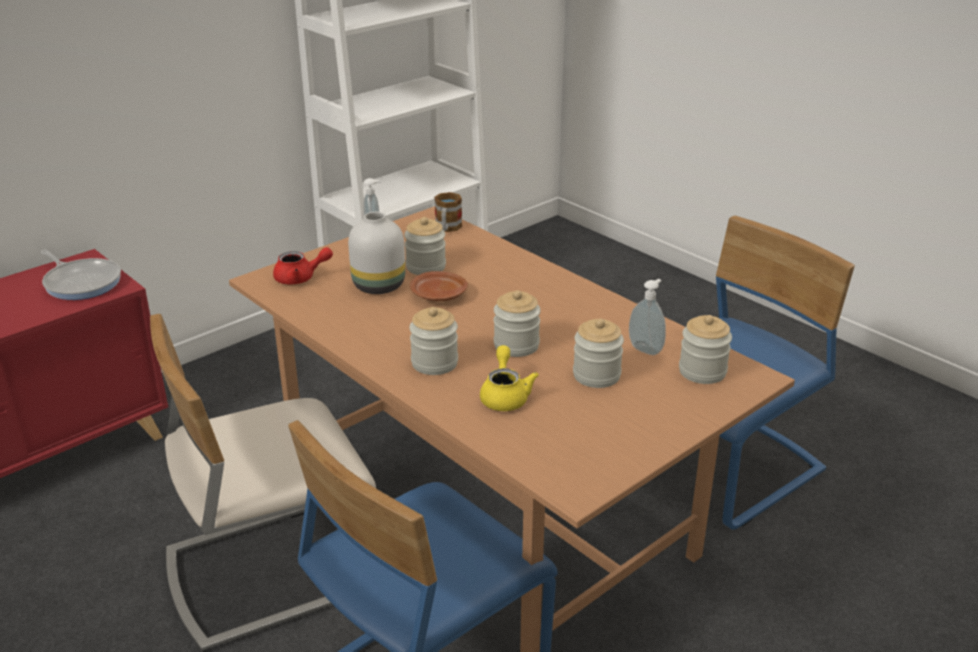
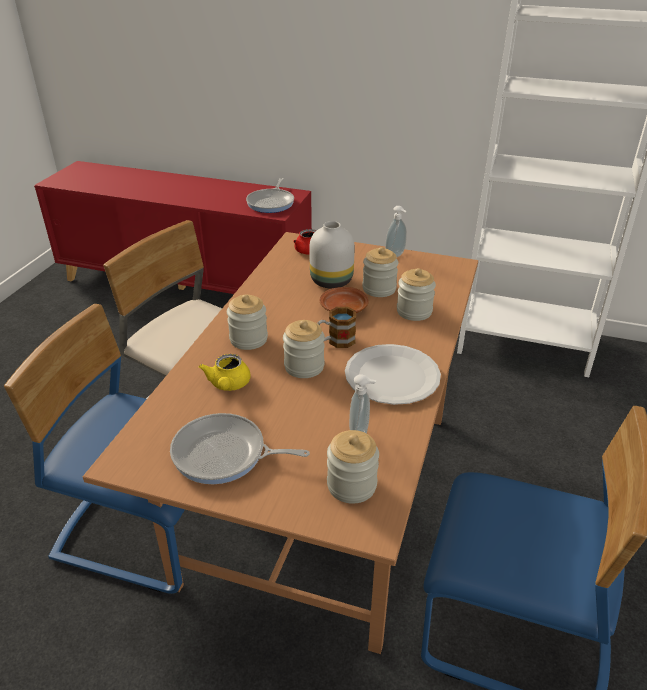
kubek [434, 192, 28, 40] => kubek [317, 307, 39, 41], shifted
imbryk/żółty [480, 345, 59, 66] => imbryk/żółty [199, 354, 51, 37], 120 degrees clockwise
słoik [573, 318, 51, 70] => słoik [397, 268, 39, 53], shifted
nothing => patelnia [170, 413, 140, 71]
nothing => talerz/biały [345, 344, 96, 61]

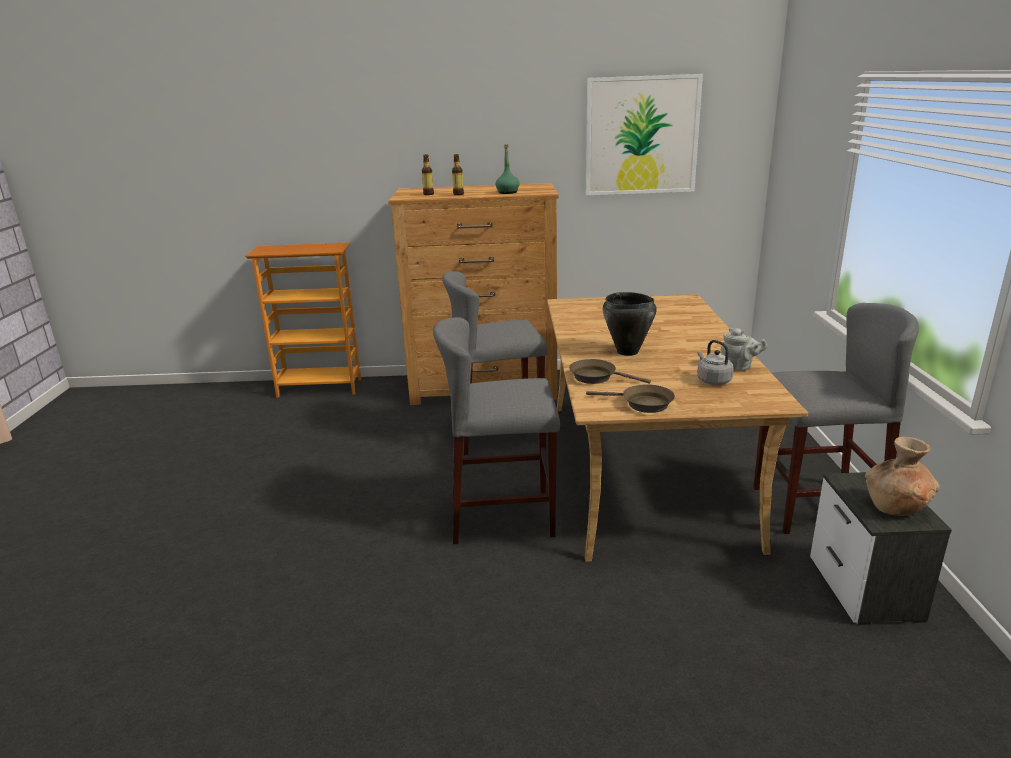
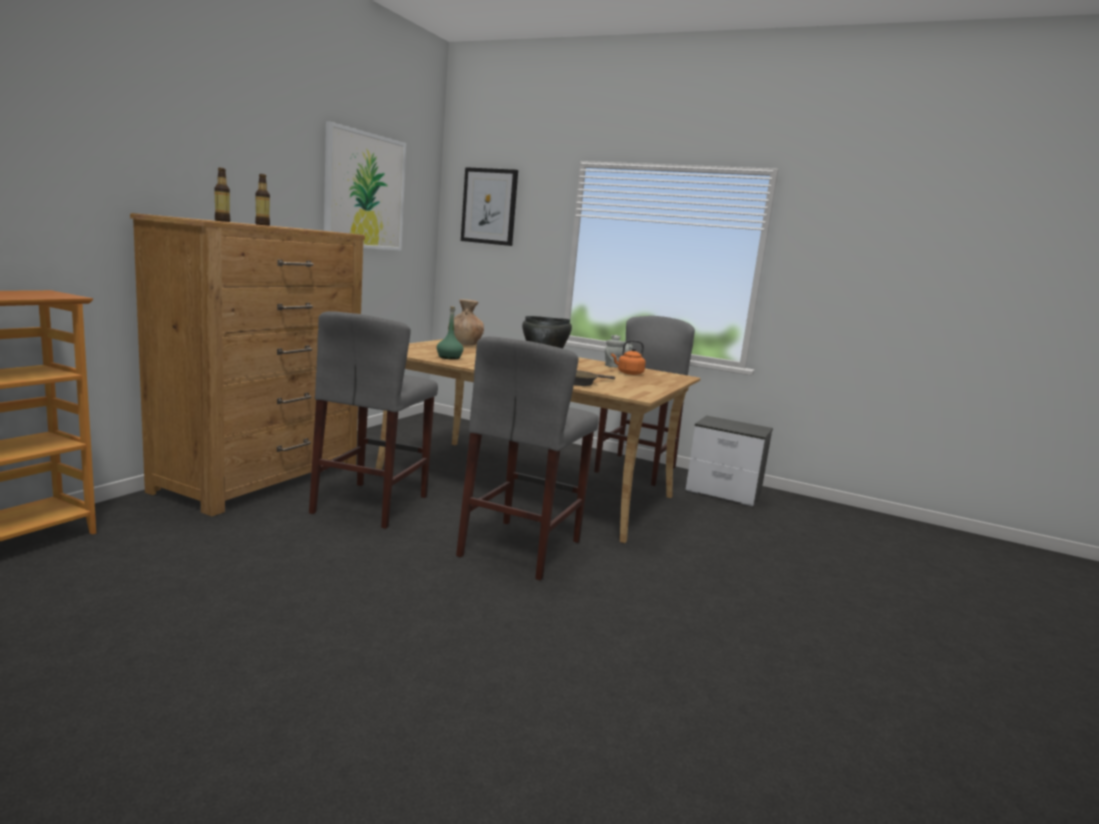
butelka/zielony [495, 144, 25, 50] => butelka/zielony [436, 306, 28, 54], shifted
patelnia/brązowy [586, 385, 89, 28] => nothing
czajnik/szary [697, 340, 37, 45] => czajnik/pomarańczowy [611, 340, 35, 35]
wazon/brązowy [865, 437, 75, 79] => wazon/brązowy [448, 299, 36, 46], shifted
nothing => obraz [461, 167, 57, 79]

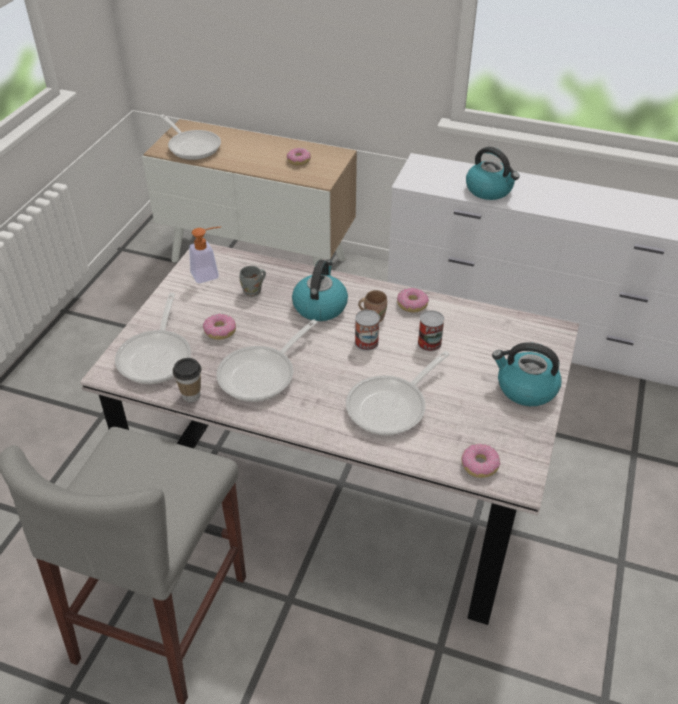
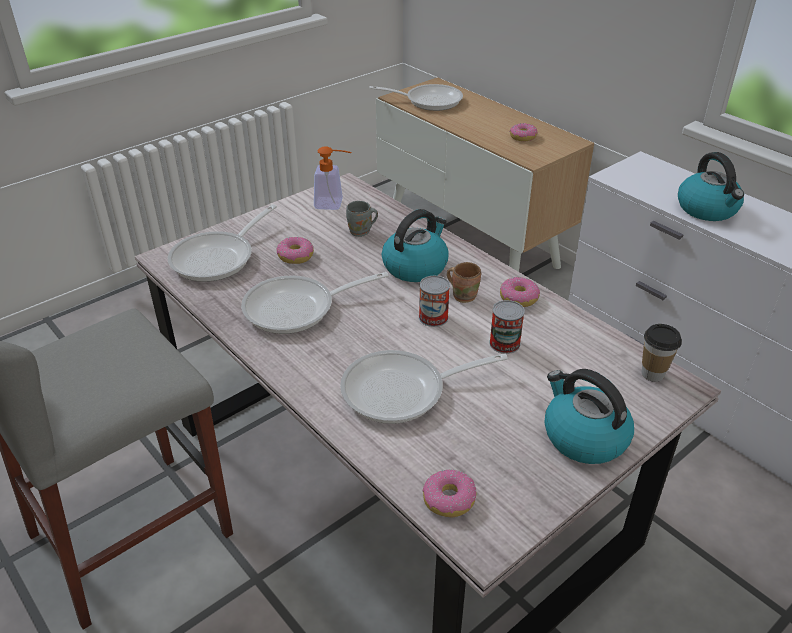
patelnia [160, 115, 61, 45] => patelnia [369, 84, 94, 27], 75 degrees counterclockwise
filiżanka [173, 358, 28, 44] => filiżanka [641, 324, 41, 58], shifted

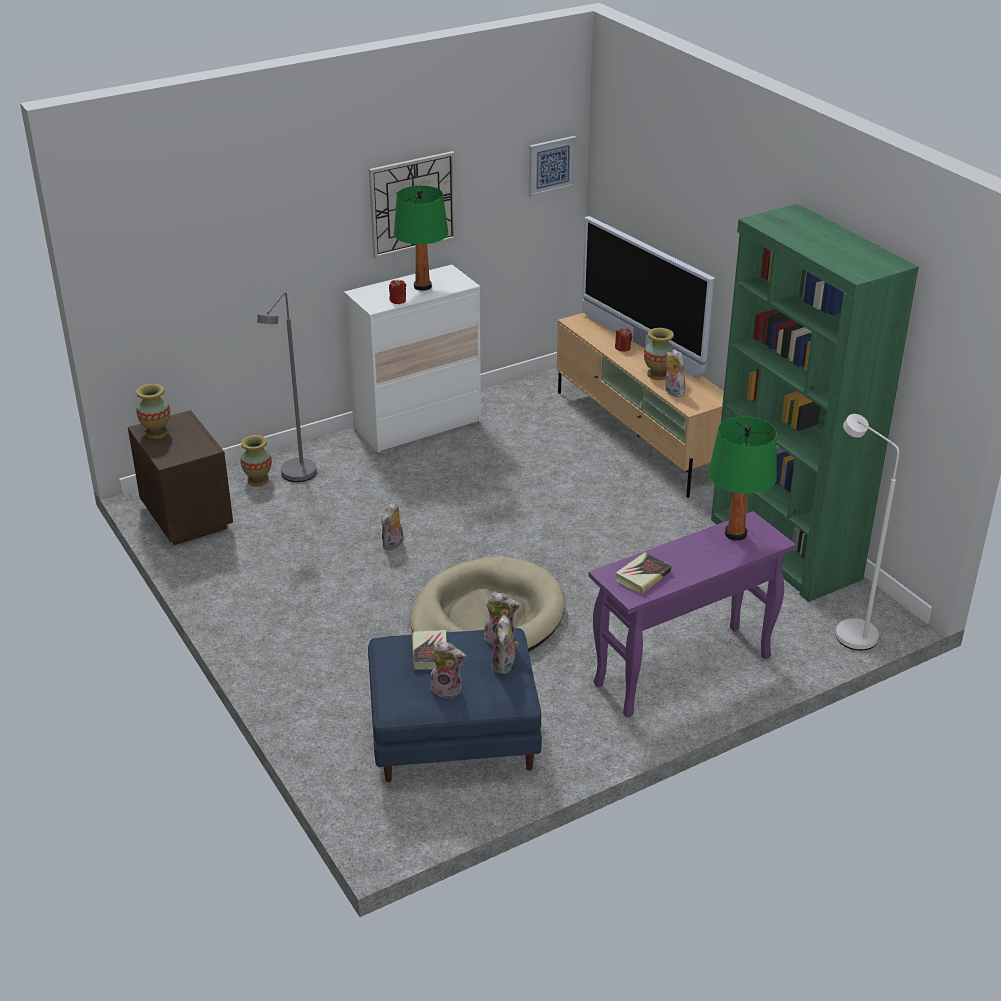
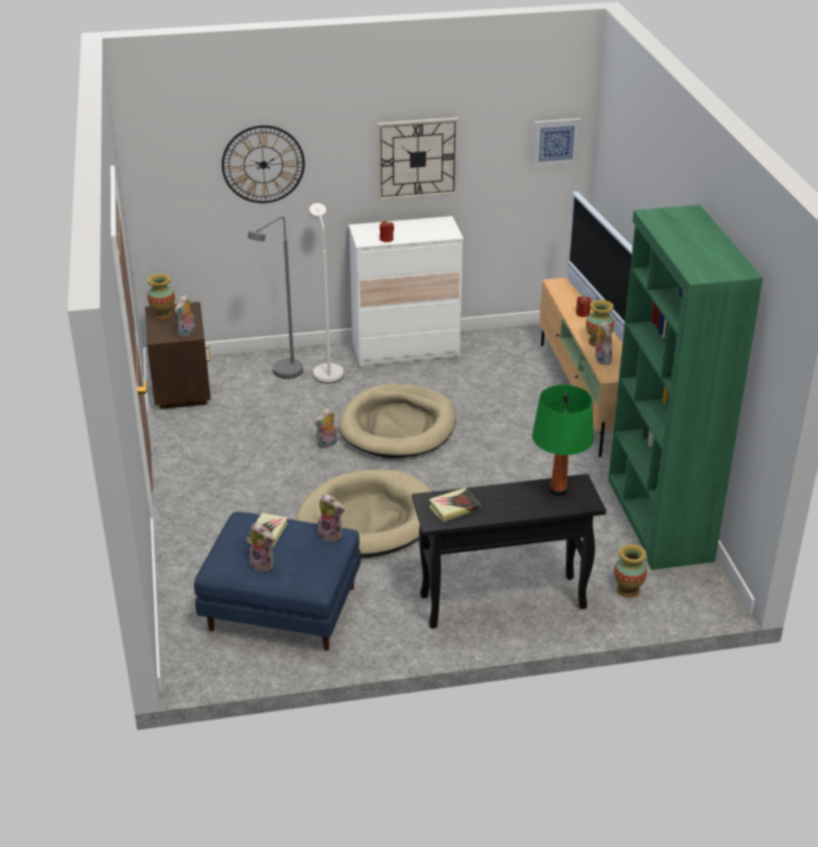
wazon [240, 435, 32, 52] => wazon [614, 544, 33, 54], shifted
lampa stołowa/zielony [394, 186, 54, 105] => nothing
pluszak [491, 615, 28, 59] => pluszak [175, 294, 20, 43], shifted
stolik konsolowy/fioletowy [588, 511, 208, 207] => stolik konsolowy/czarny [412, 474, 194, 155]
lampa stojąca/biały [836, 414, 63, 236] => lampa stojąca/biały [309, 203, 35, 180], shifted
nothing => zegar ścienny [222, 125, 83, 78]
nothing => legowisko/beżowy [339, 384, 117, 74]

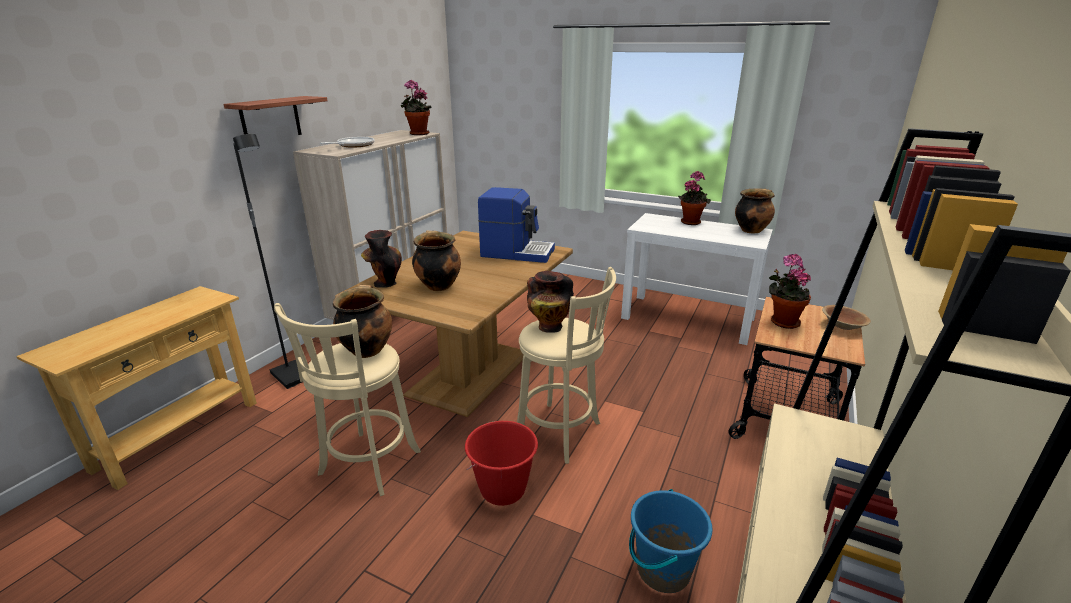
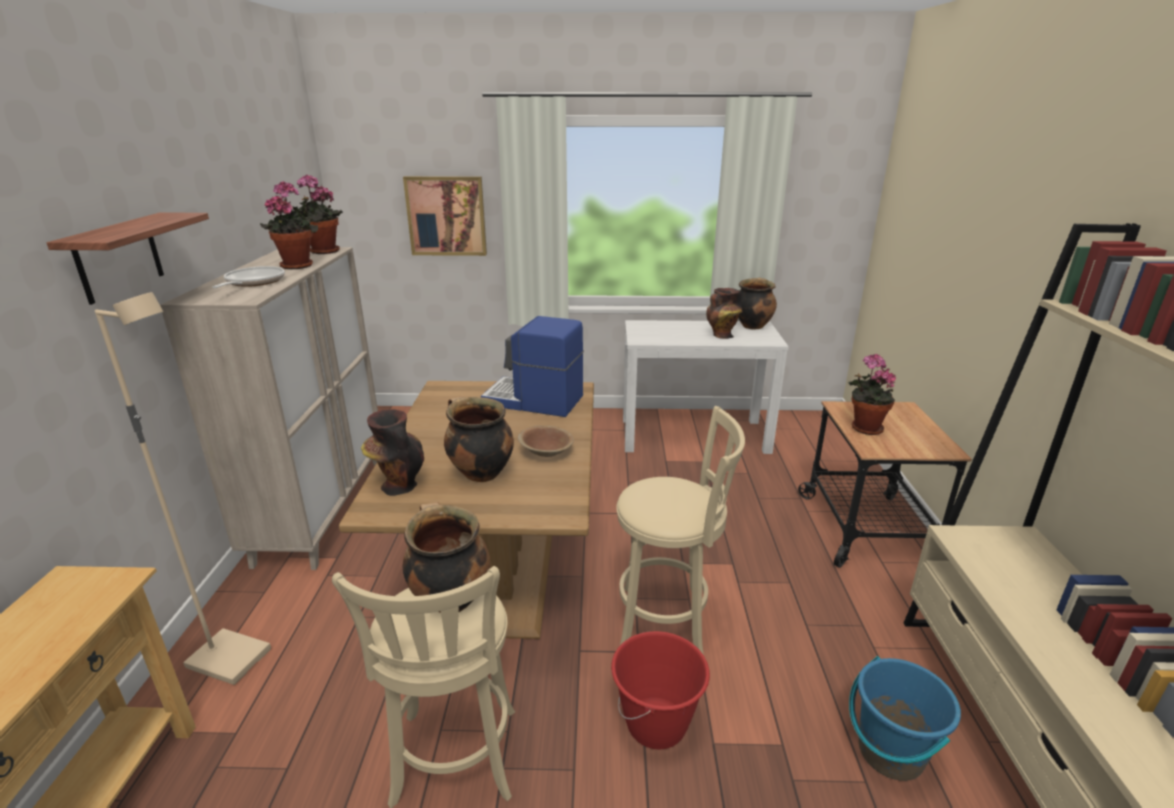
lampa stojąca/czarny [233, 134, 69, 255] => lampa stojąca/beżowy [95, 292, 176, 393]
ekspres do kawy [478, 187, 77, 76] => ekspres do kawy [481, 316, 102, 101], 150 degrees counterclockwise
wazon [527, 271, 47, 62] => wazon [706, 288, 37, 51], shifted
roślina doniczkowa [678, 171, 33, 54] => roślina doniczkowa [260, 181, 58, 88], shifted
miska/brązowy [822, 305, 49, 25] => miska/brązowy [518, 425, 56, 32], shifted
nothing => obraz [403, 176, 84, 80]

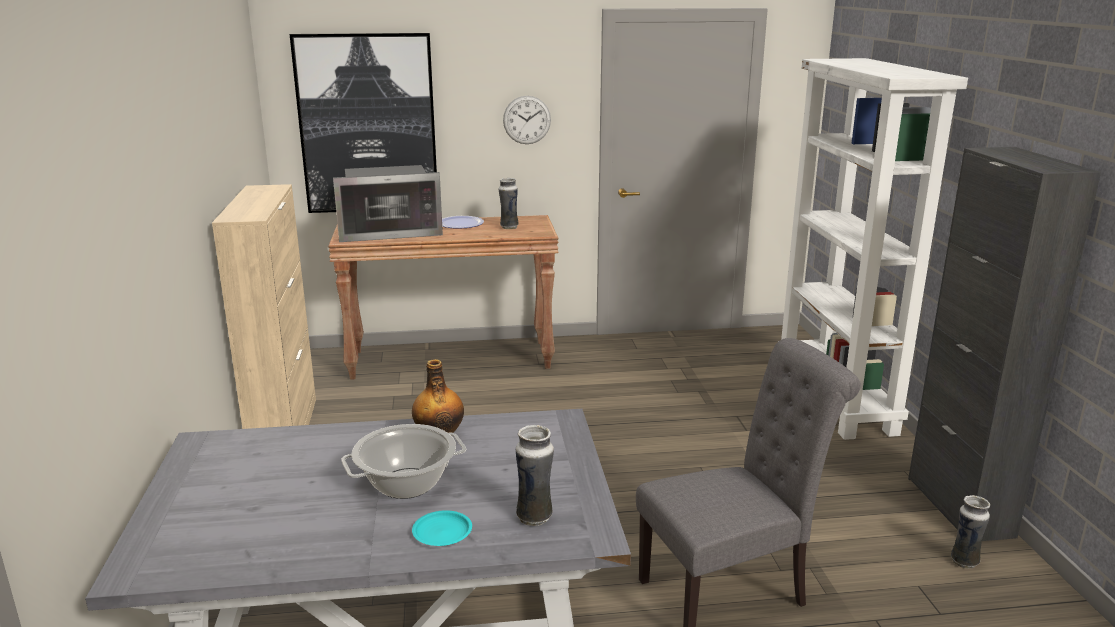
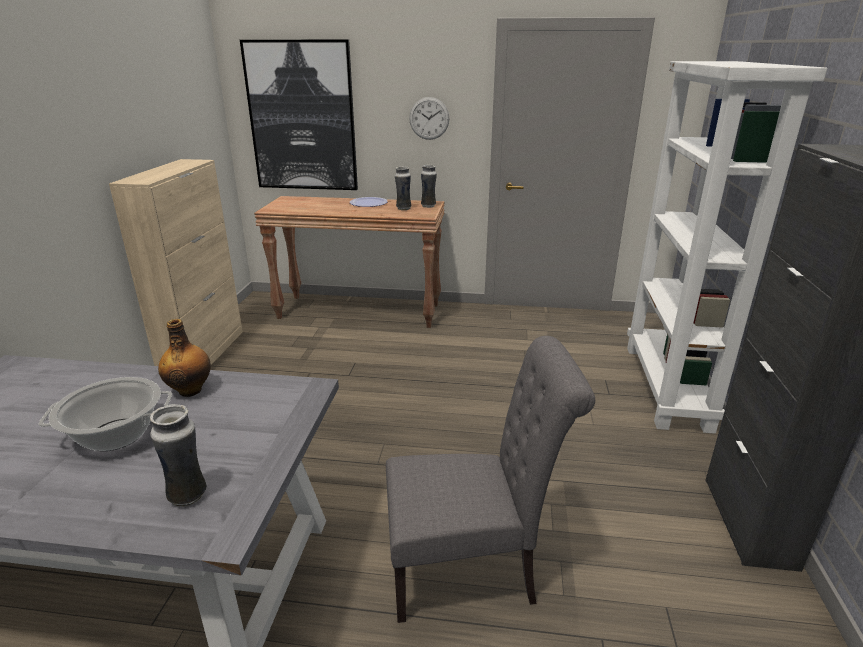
mikrofalówka [333, 165, 110, 77] => nothing
talerz/turkusowy [412, 510, 60, 36] => nothing
wazon [951, 495, 39, 74] => wazon [421, 165, 16, 43], shifted

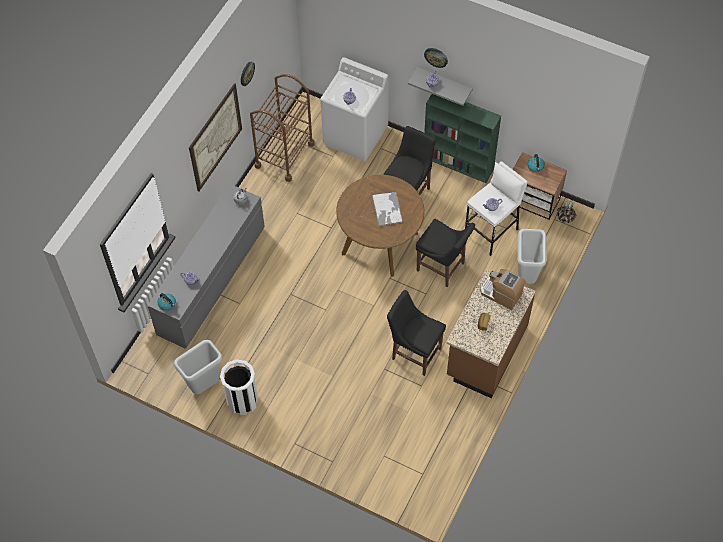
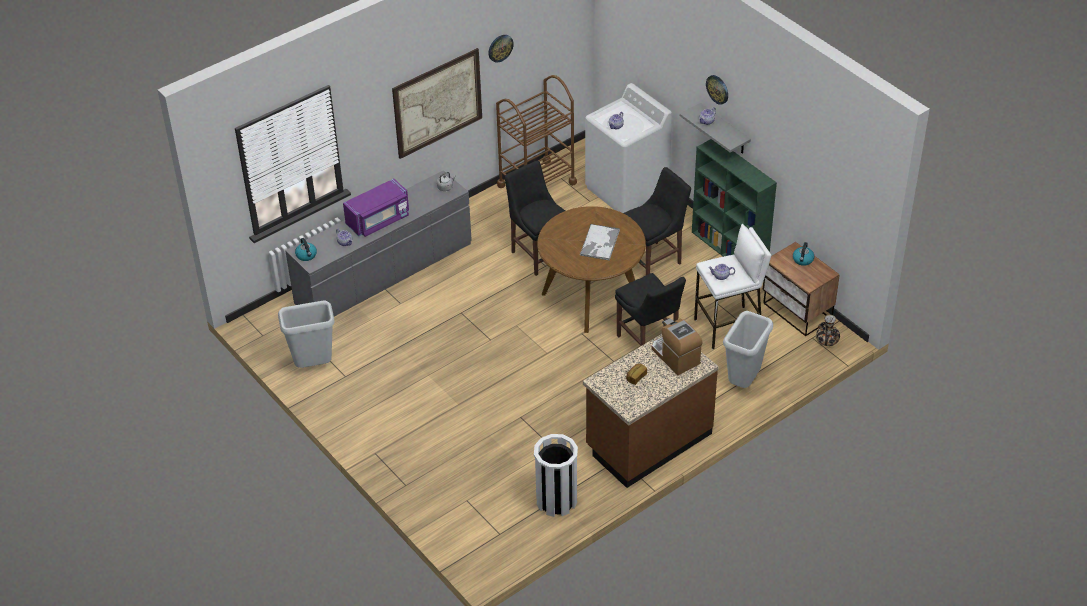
kosz na śmieci/biały [220, 359, 38, 56] => kosz na śmieci/biały [534, 434, 44, 83], shifted
krzesło/czarny [387, 290, 59, 86] => krzesło/czarny [505, 161, 60, 115], shifted
nothing => mikrofalówka/fioletowy [343, 178, 66, 59]

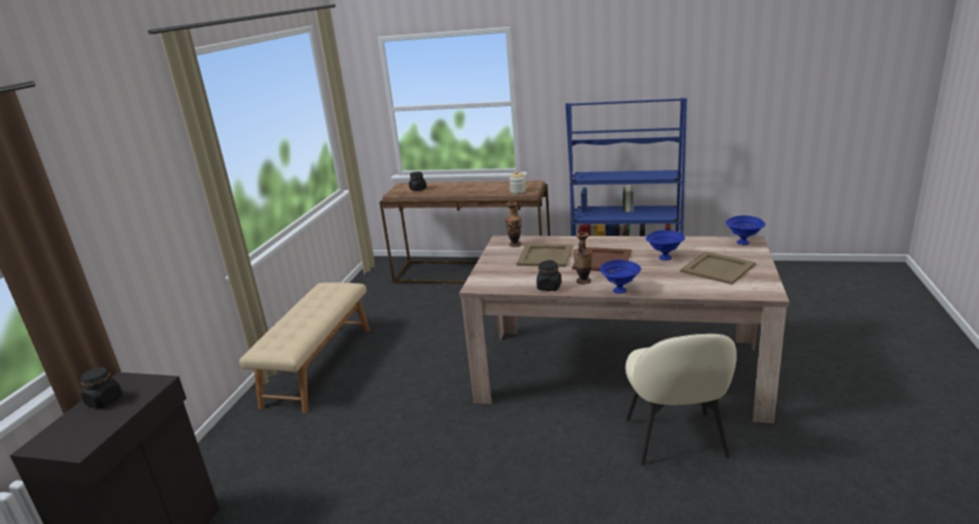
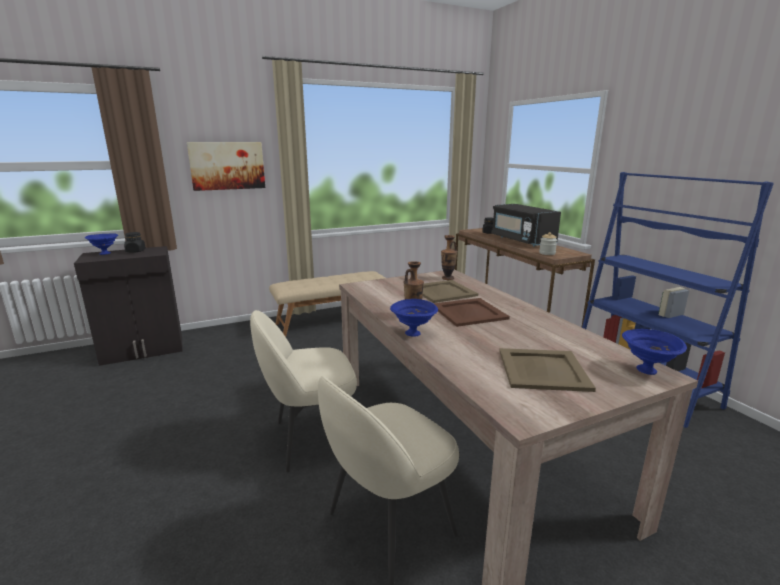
słoik/czarny [536, 260, 26, 31] => nothing
miska/niebieski [646, 230, 39, 31] => miska/niebieski [85, 234, 33, 21], shifted
nothing => obraz [187, 142, 78, 49]
nothing => krzesło/beżowy [250, 310, 107, 162]
nothing => mikrofalówka/czarny [491, 204, 70, 43]

